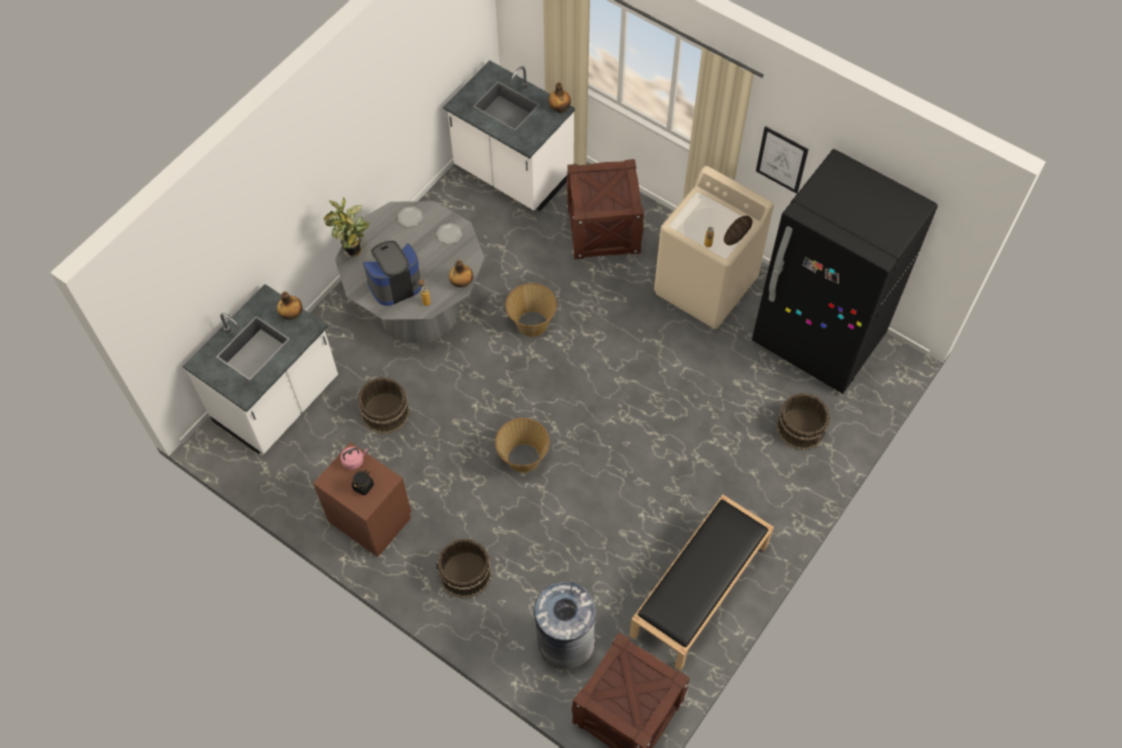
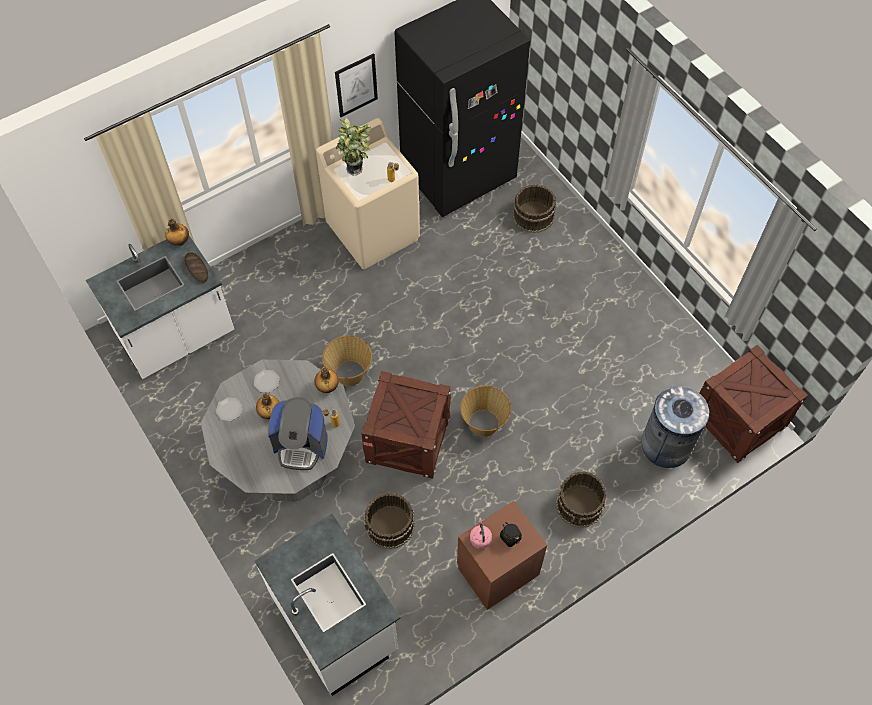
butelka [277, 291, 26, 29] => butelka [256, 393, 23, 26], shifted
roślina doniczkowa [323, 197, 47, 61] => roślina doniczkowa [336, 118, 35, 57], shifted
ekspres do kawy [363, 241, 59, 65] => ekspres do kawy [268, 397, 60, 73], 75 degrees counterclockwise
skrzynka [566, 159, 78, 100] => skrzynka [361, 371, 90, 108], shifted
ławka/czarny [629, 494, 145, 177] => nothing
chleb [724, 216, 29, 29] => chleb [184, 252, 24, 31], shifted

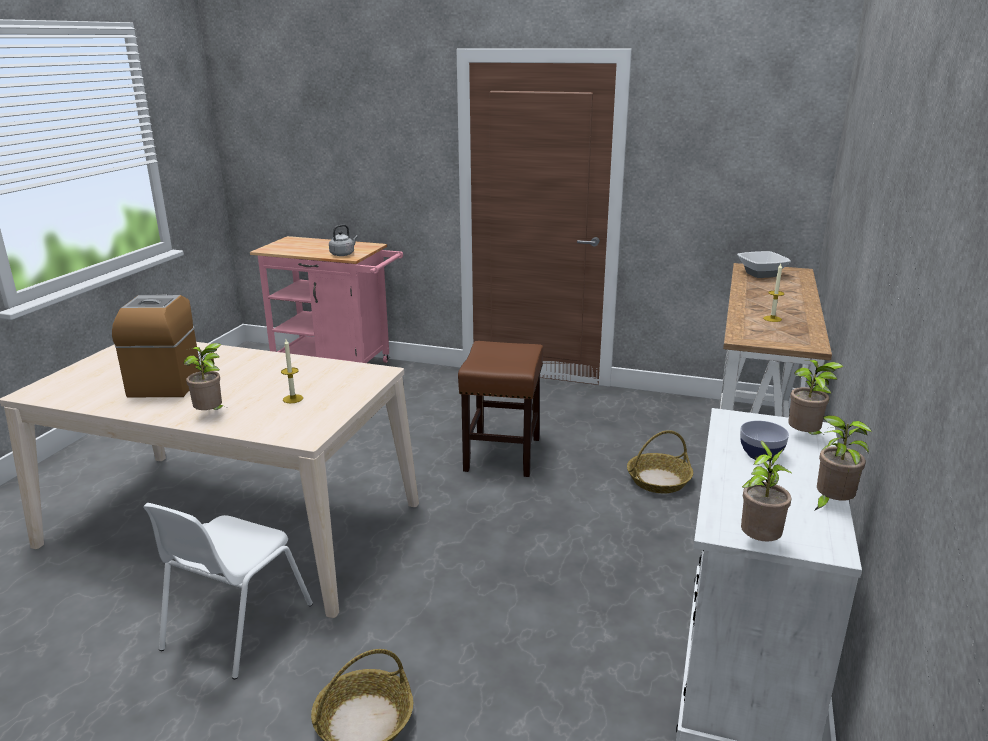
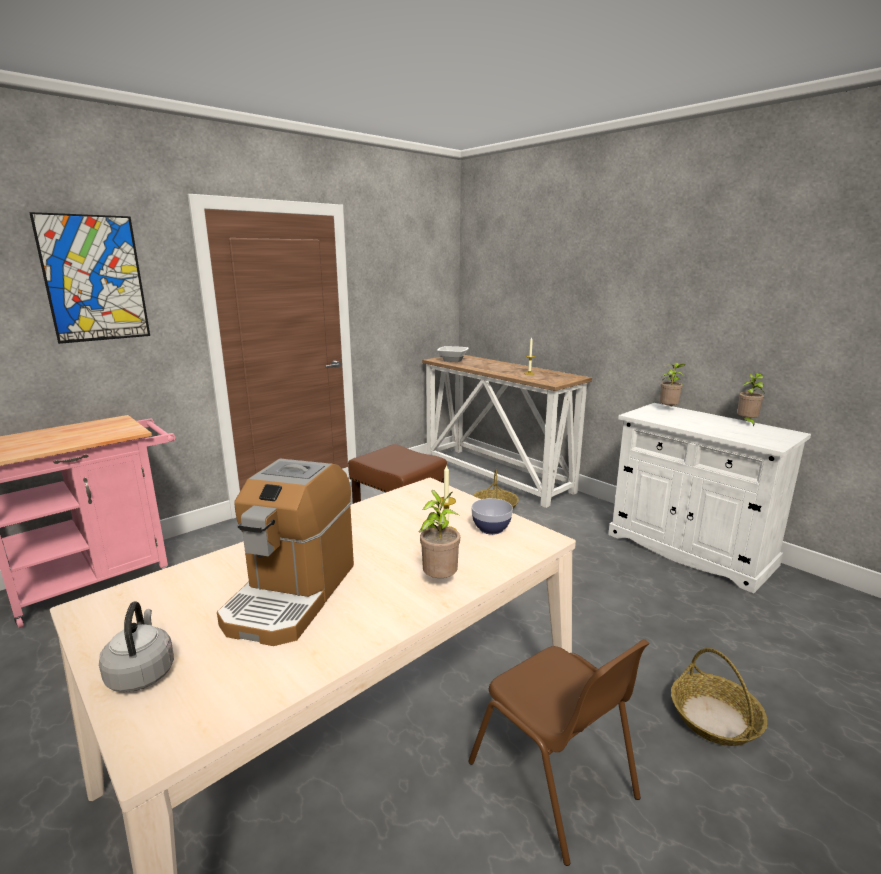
ekspres do kawy [112, 294, 102, 103] => ekspres do kawy [217, 459, 137, 187], 105 degrees counterclockwise
krzesło/biały [143, 503, 170, 176] => krzesło/brązowy [468, 639, 182, 227]
czajnik/szary [329, 224, 29, 32] => czajnik/szary [99, 601, 75, 91], shifted
miska [740, 421, 49, 40] => miska [471, 498, 42, 37], shifted
roślina doniczkowa [741, 441, 52, 101] => nothing
nothing => obraz [29, 212, 121, 132]

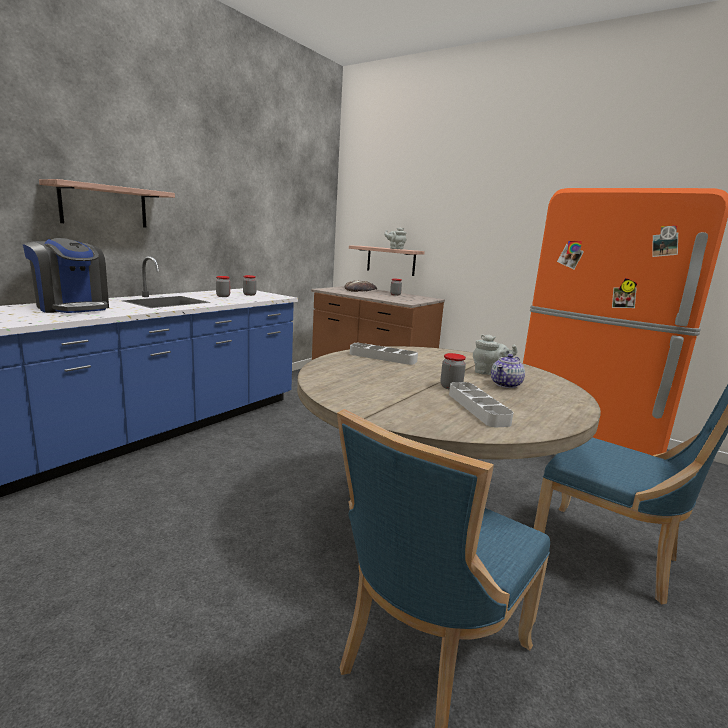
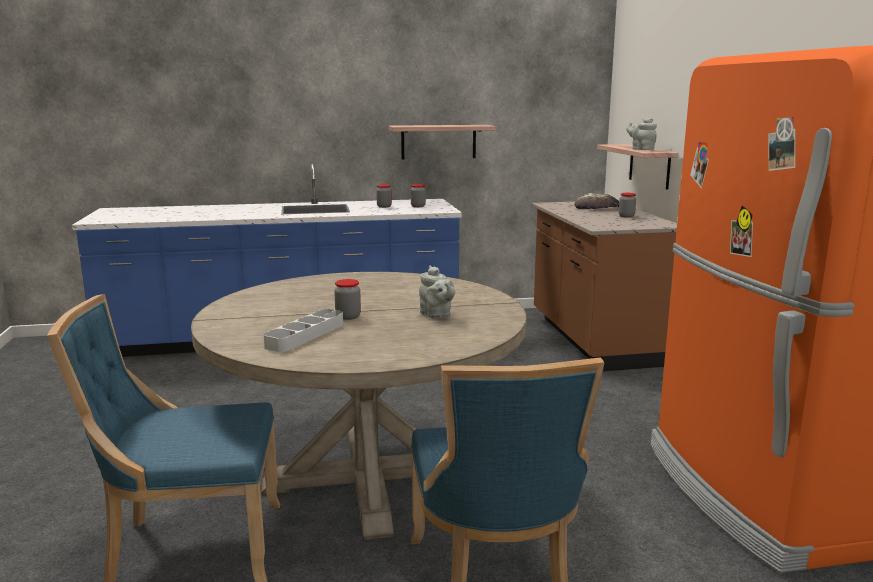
ekspres do kawy [23, 238, 86, 75] => nothing
półka [39, 179, 136, 49] => półka [389, 125, 107, 34], shifted
taca/szary [350, 343, 68, 22] => nothing
imbryk [491, 354, 34, 34] => nothing

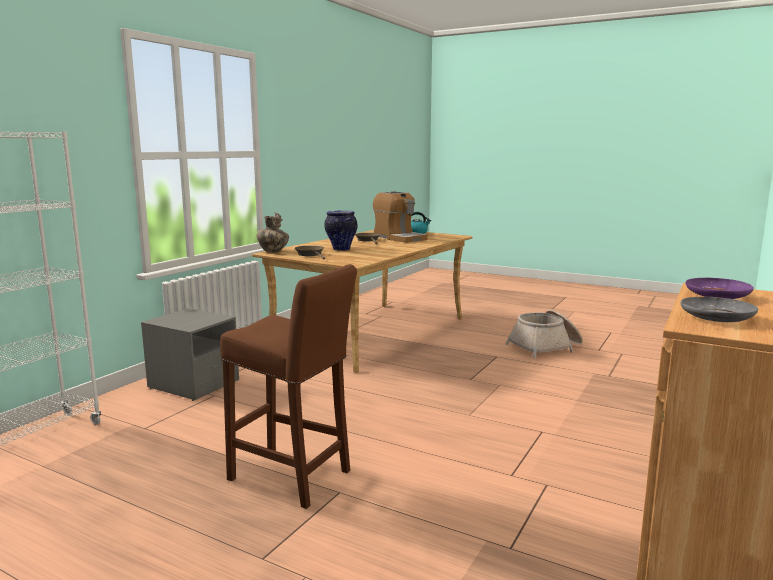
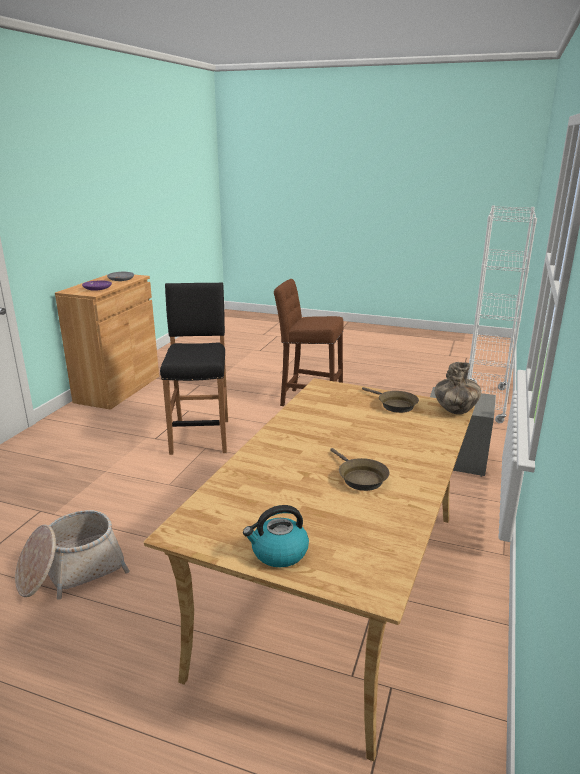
wazon [324, 211, 34, 40] => nothing
ekspres do kawy [373, 191, 54, 52] => nothing
nothing => stołek/czarny [160, 282, 68, 173]

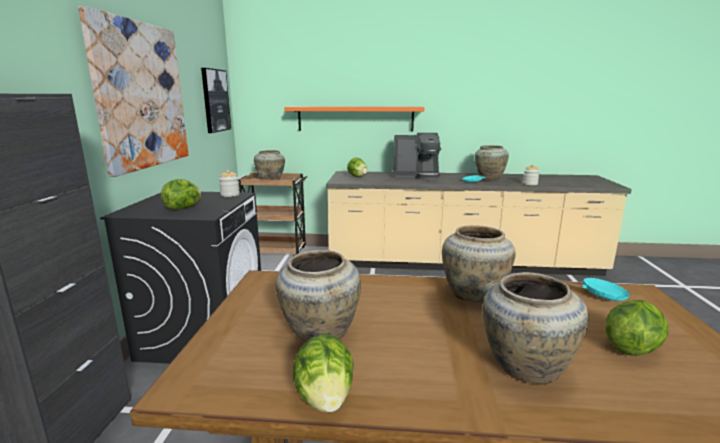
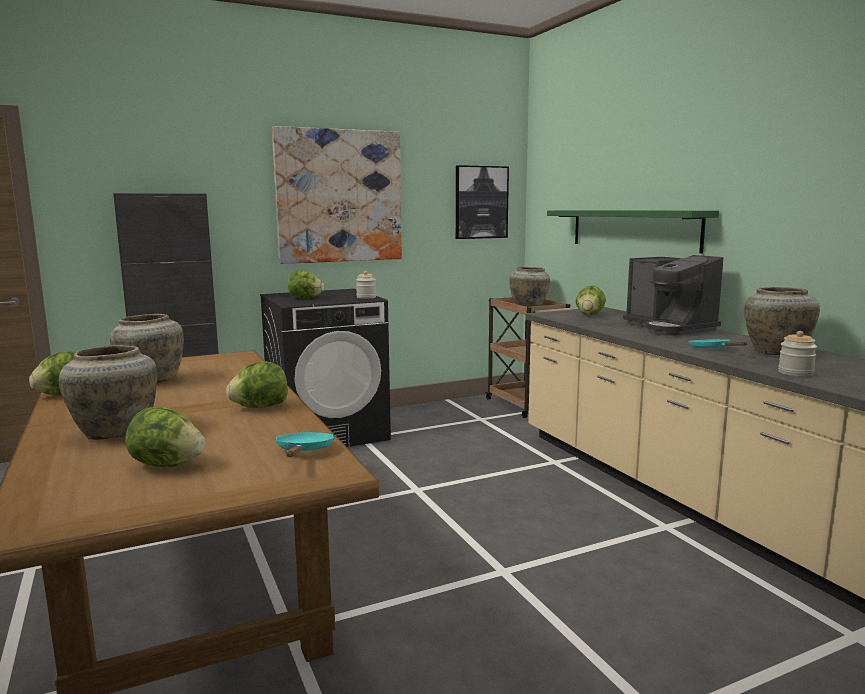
półka/pomarańczowy [284, 107, 140, 25] => półka/zielony [547, 210, 172, 43]
wazon/beżowy [442, 225, 74, 77] => sałata [226, 361, 62, 47]
patelnia/turkusowy [559, 278, 71, 23] => patelnia/turkusowy [276, 432, 59, 25], 150 degrees counterclockwise

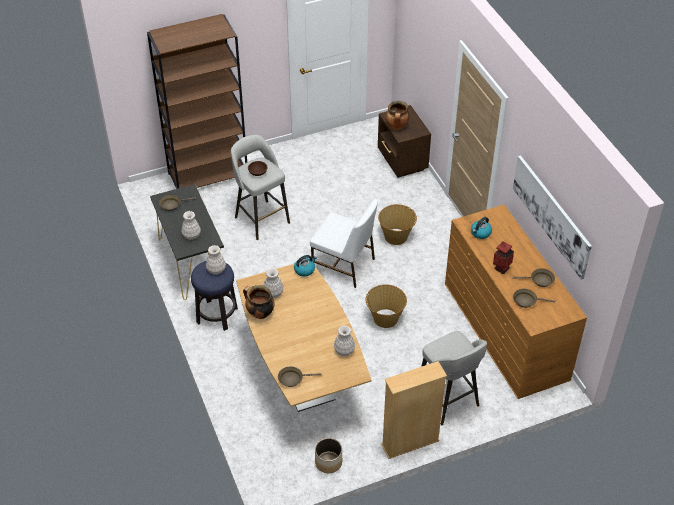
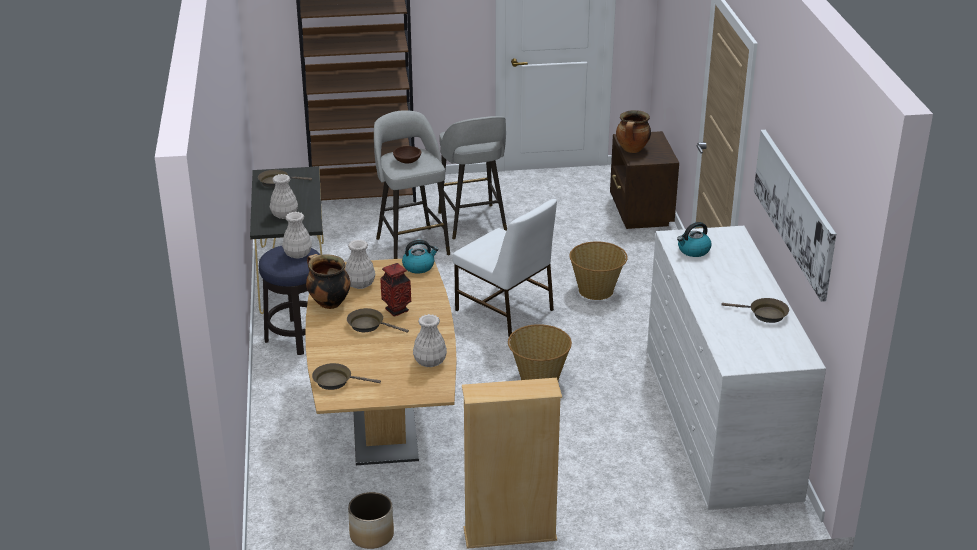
stołek/szary [421, 331, 66, 95] => stołek/szary [438, 116, 69, 124], shifted
komoda/brązowy [445, 205, 142, 194] => komoda/biały [647, 226, 179, 284]
wazon [493, 241, 21, 33] => wazon [380, 263, 31, 54], shifted
patelnia/brązowy [513, 289, 42, 19] => patelnia/brązowy [347, 308, 62, 25], shifted

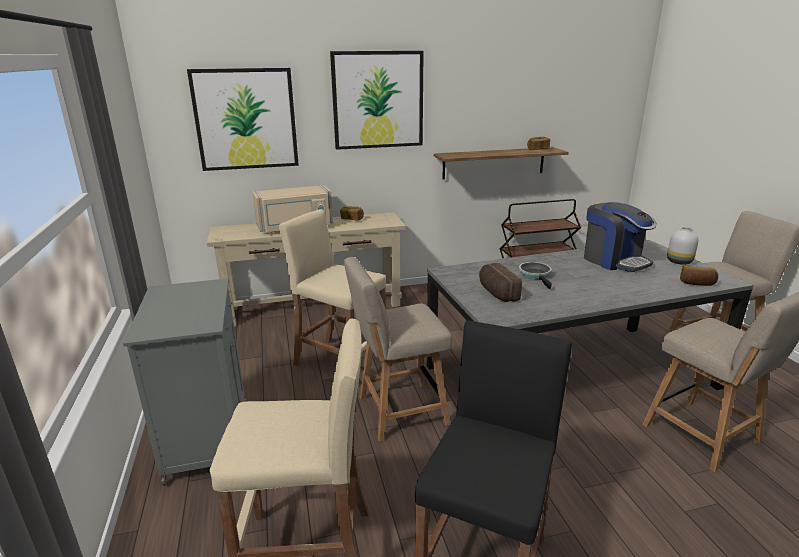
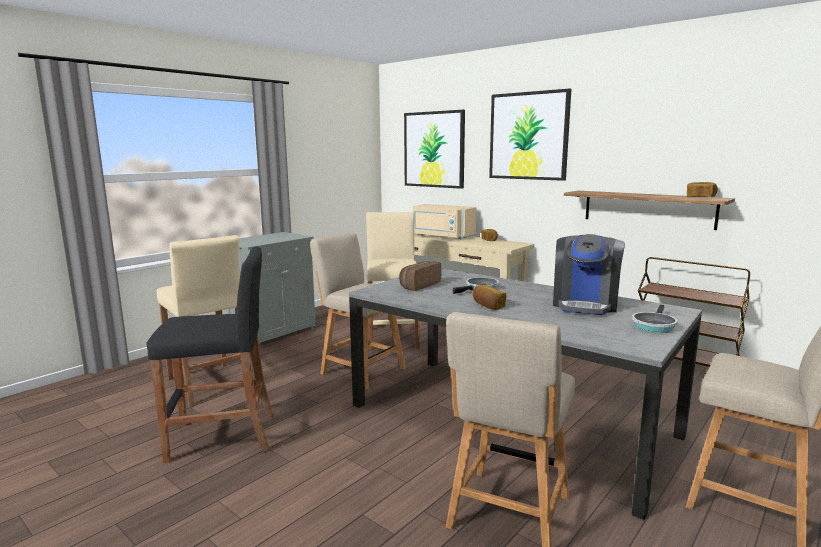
wazon/biały [667, 227, 31, 38] => patelnia [632, 305, 46, 28]
chleb [680, 266, 38, 20] => chleb [473, 285, 33, 25], shifted

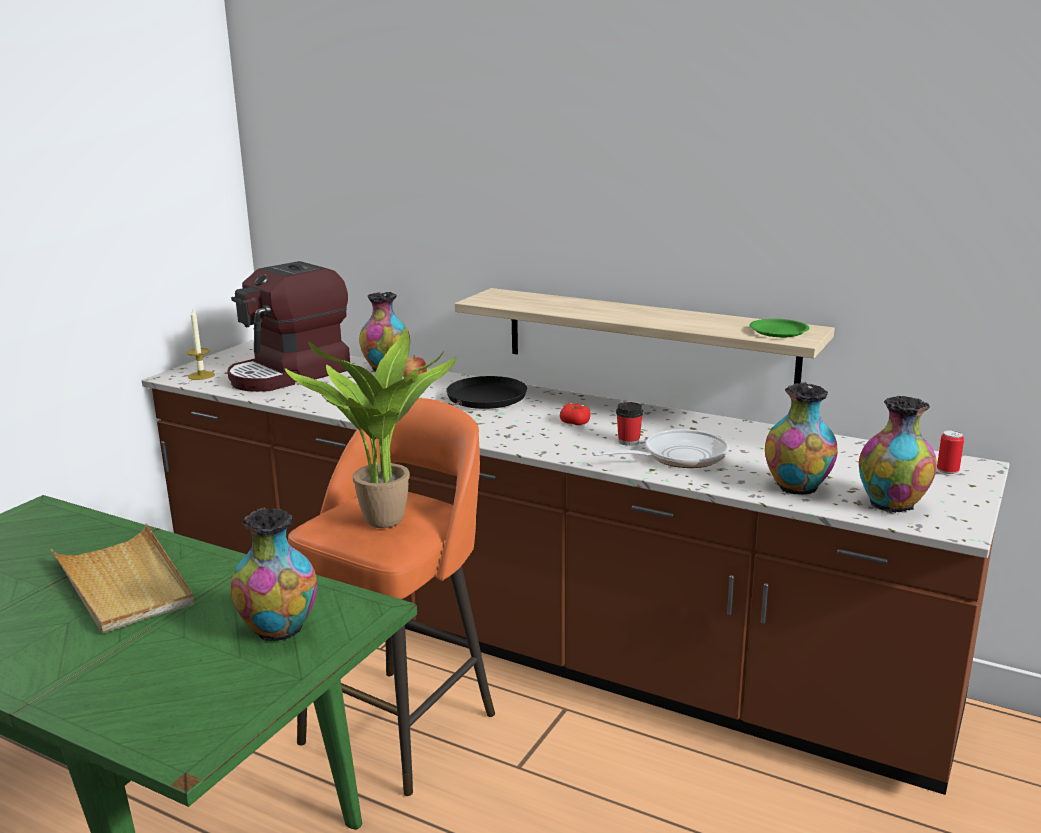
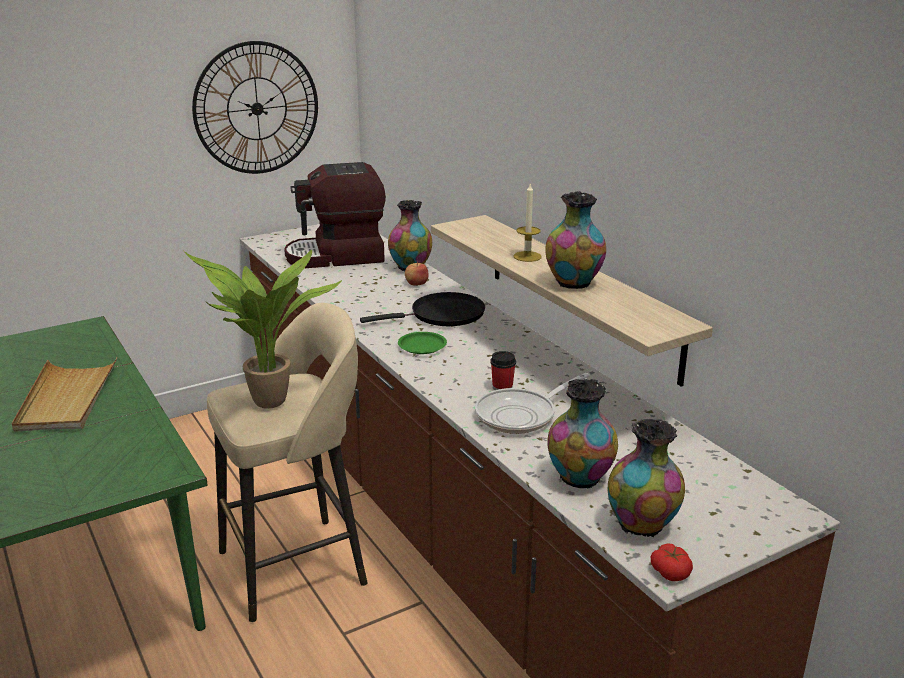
świeca [187, 308, 28, 72] => świeca [514, 182, 28, 80], shifted
wazon [231, 507, 86, 134] => wazon [545, 191, 61, 98], shifted
stołek/pomarańczowy [288, 398, 207, 398] => stołek/beżowy [207, 303, 161, 319]
pomidor [560, 403, 30, 22] => pomidor [651, 543, 42, 38], shifted
patelnia [592, 429, 137, 39] => patelnia [475, 373, 115, 61], 135 degrees clockwise
talerz/zielony [749, 319, 61, 18] => talerz/zielony [398, 332, 49, 22], shifted
puszka [937, 430, 27, 46] => nothing
nothing => zegar ścienny [192, 41, 126, 133]

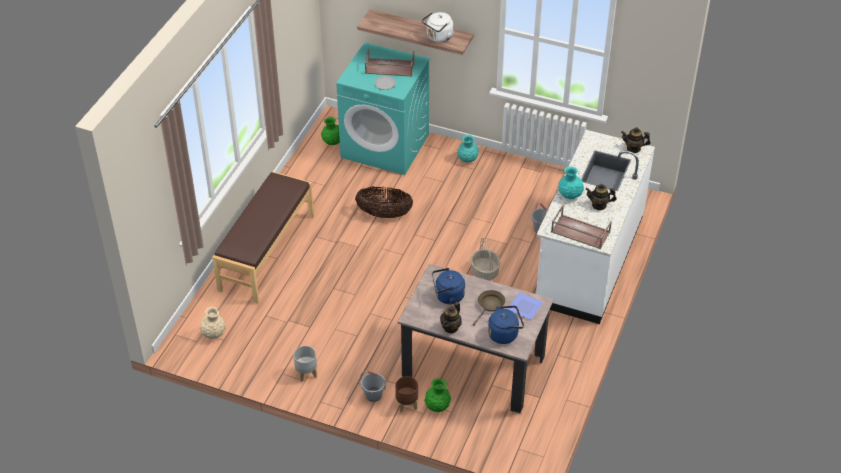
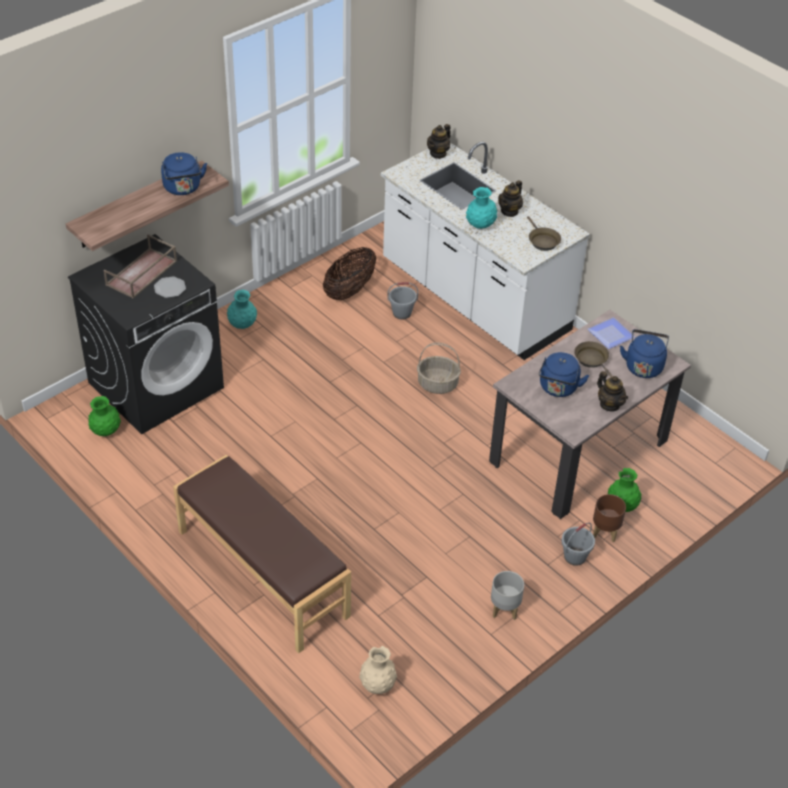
pralka/turkusowy [336, 42, 94, 133] => pralka/czarny [68, 234, 156, 200]
koszyk [355, 187, 58, 31] => koszyk [323, 247, 53, 53], shifted
czajnik/biały [422, 12, 32, 30] => czajnik/niebieski [161, 152, 46, 43]
taca/brązowy [551, 205, 61, 44] => patelnia/brązowy [527, 216, 34, 35]

